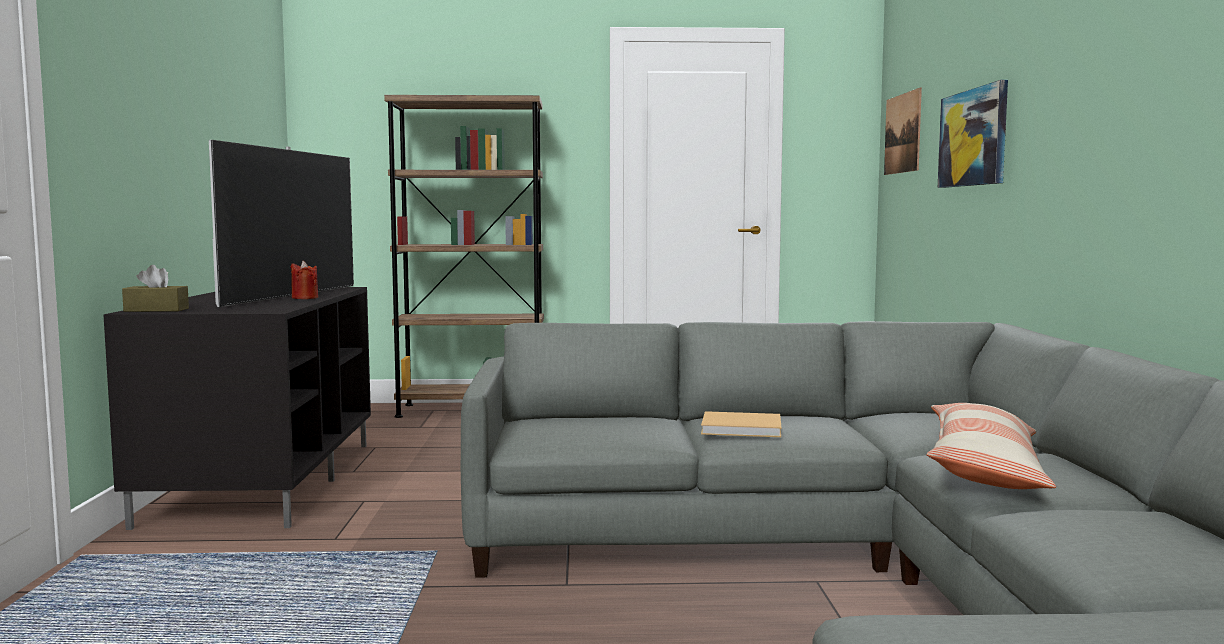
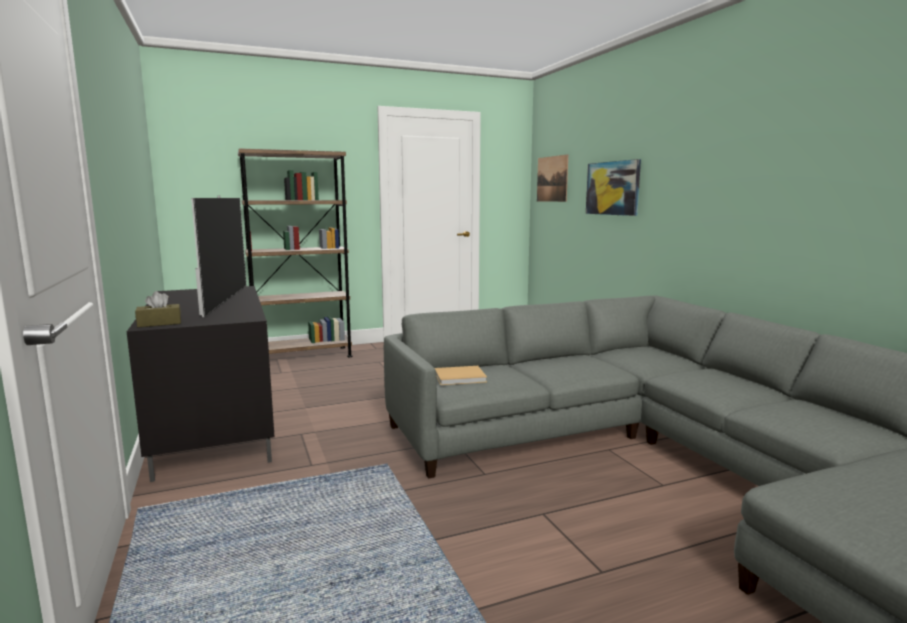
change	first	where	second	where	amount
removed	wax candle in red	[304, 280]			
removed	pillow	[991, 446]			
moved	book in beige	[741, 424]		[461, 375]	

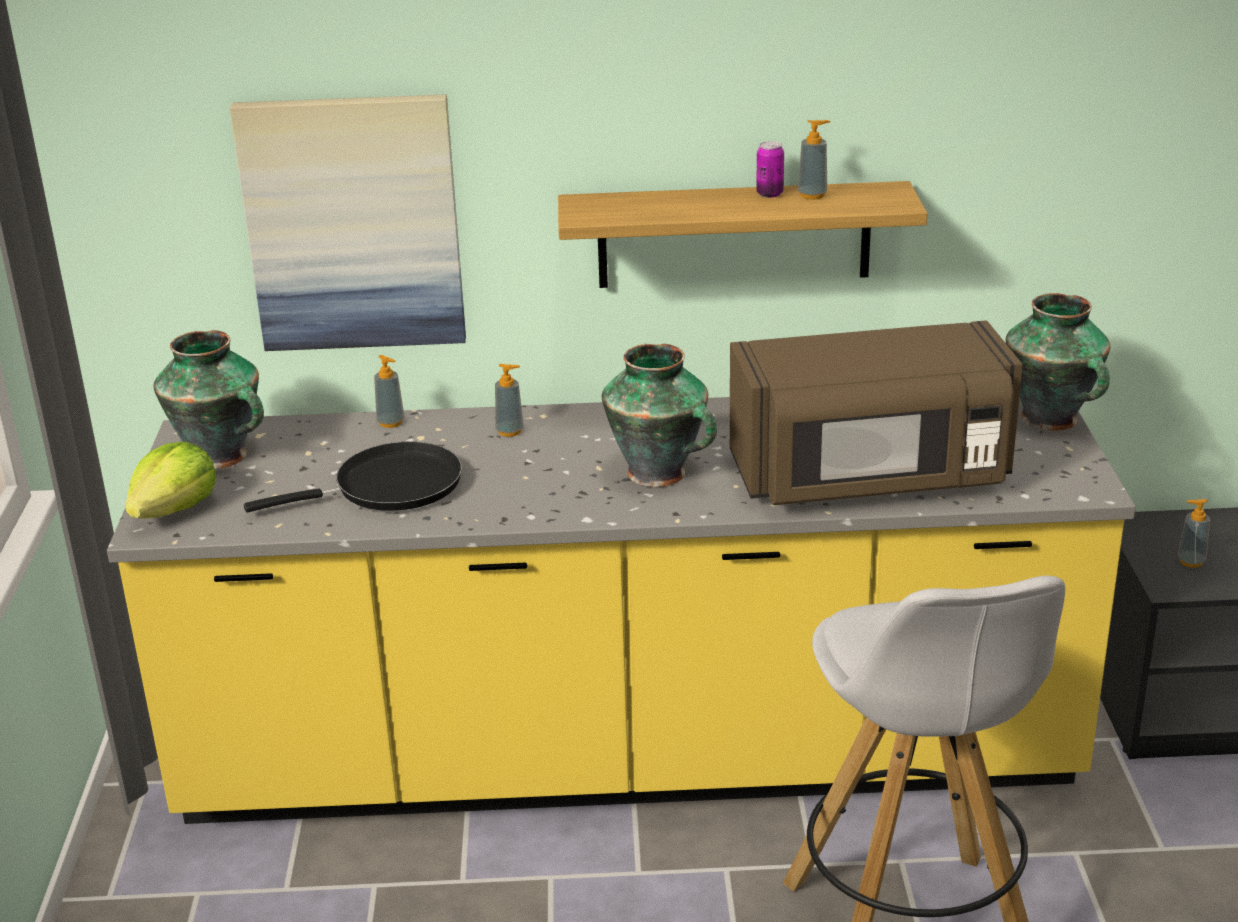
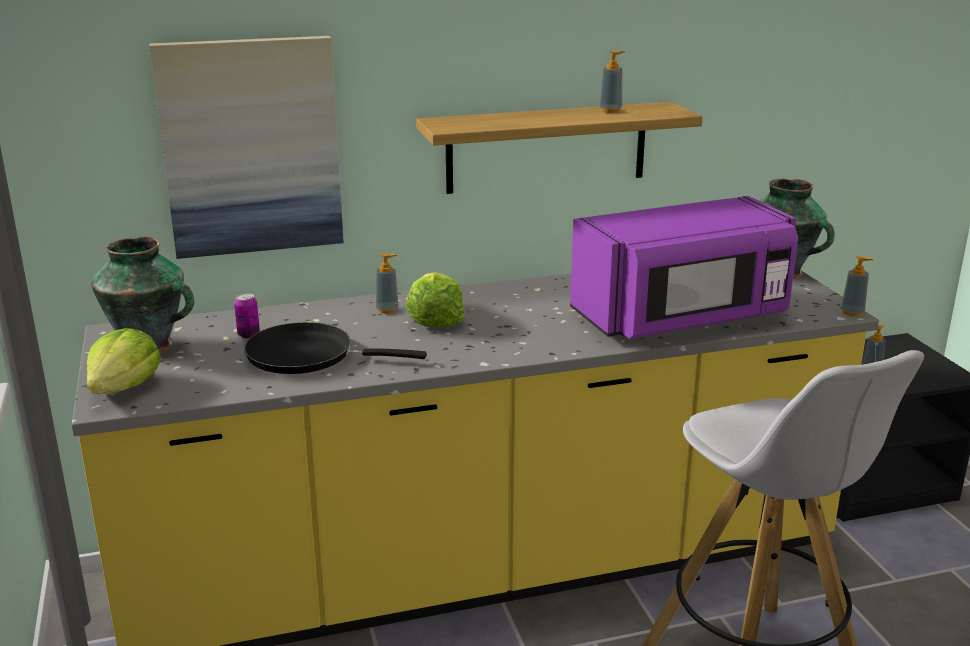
change	first	where	second	where	amount
removed	vase	[659, 415]			
added			lettuce head	[435, 300]	
moved	liquid soap bottle	[389, 391]		[857, 286]	
moved	sealed can	[770, 169]		[247, 316]	
recoloured	microwave in brownish	[876, 413]	microwave in purple	[684, 267]	
turned	skillet in black	[353, 477]		[335, 348]	135 degrees counterclockwise

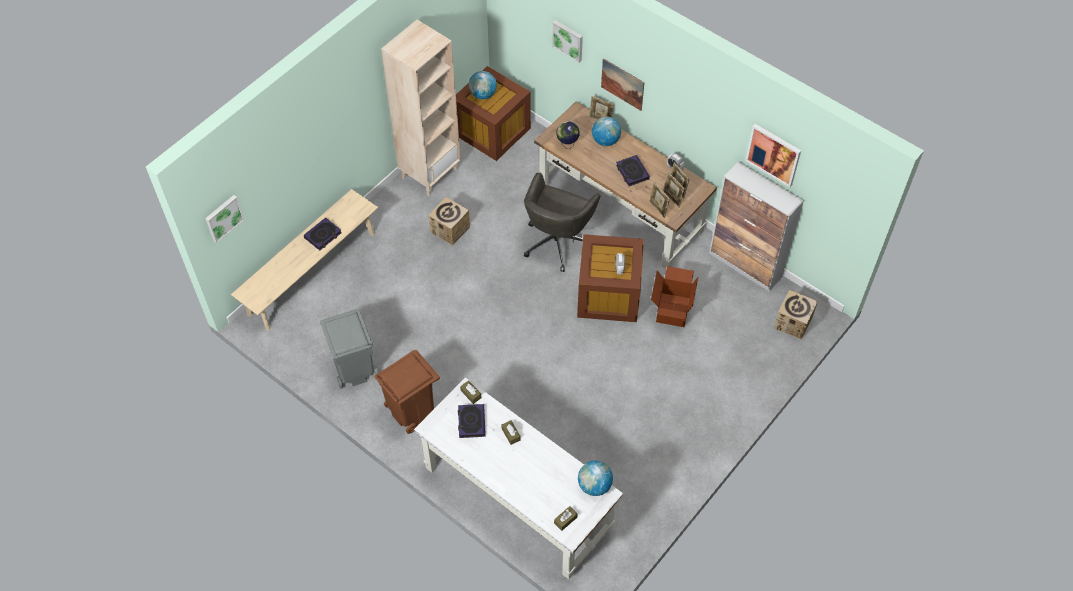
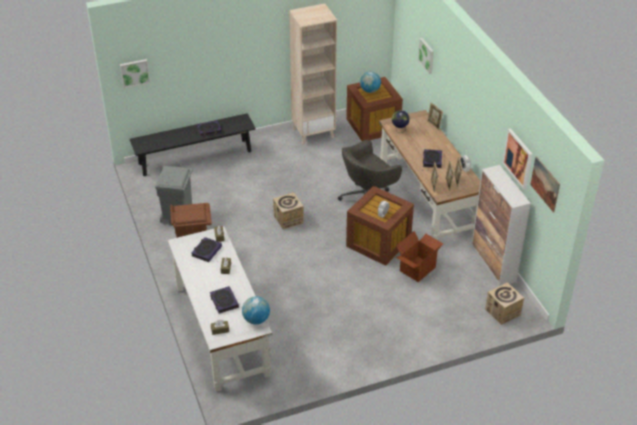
change	first	where	second	where	amount
removed	world globe	[606, 131]			
added			book	[224, 300]	
moved	carton	[449, 221]		[288, 211]	
moved	wall art	[623, 84]		[545, 185]	
recoloured	indoor bench in beige	[304, 260]	indoor bench in black	[192, 144]	

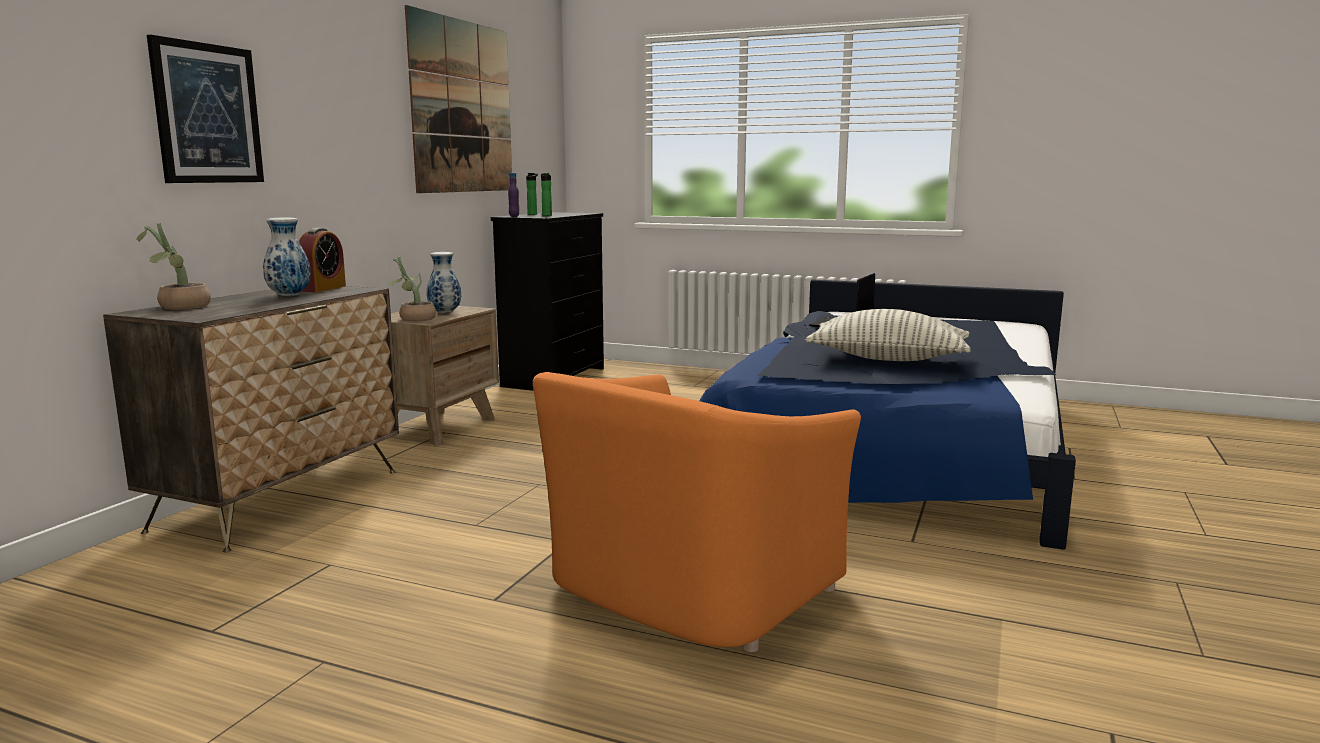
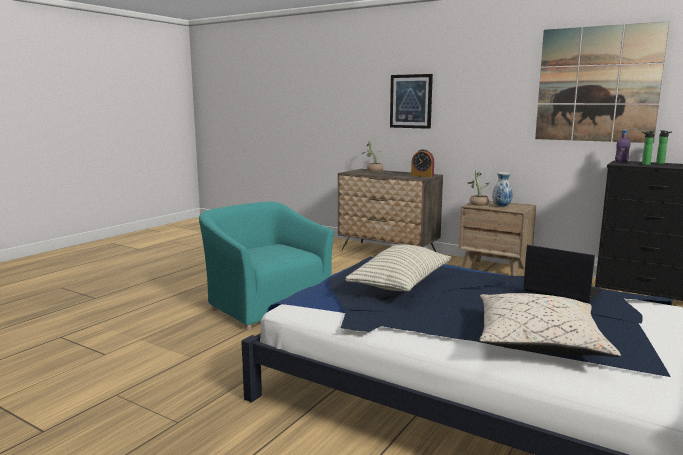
change	first	where	second	where	amount
removed	vase	[287, 256]			
added			pillow in beige	[550, 325]	
recoloured	easy chair in orangey	[697, 512]	easy chair in blue-green	[266, 265]	

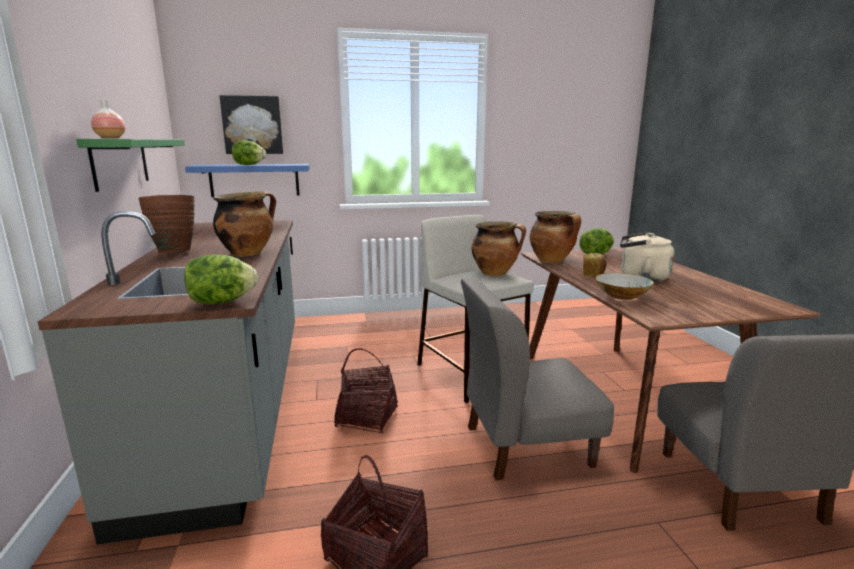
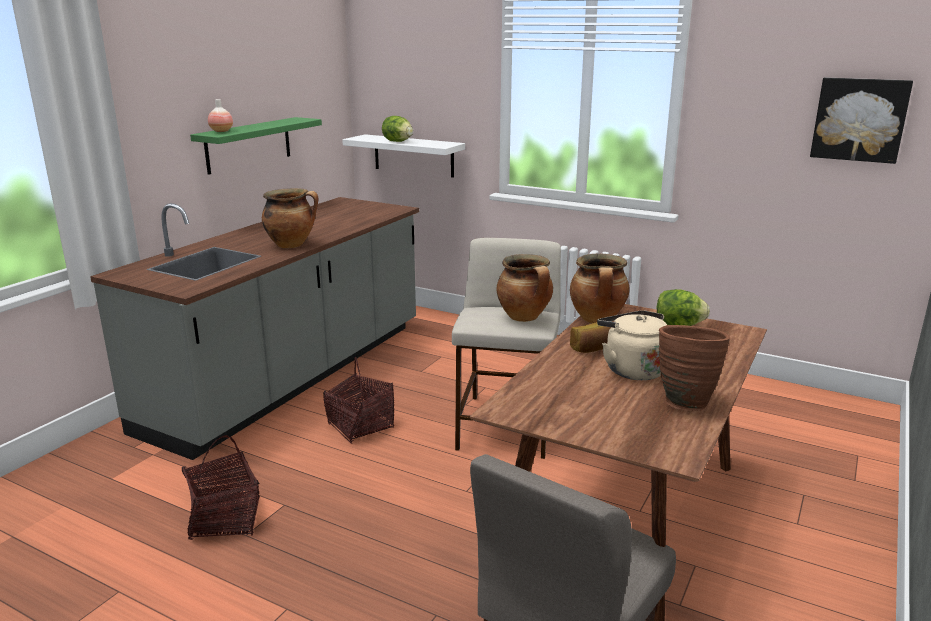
change	first	where	second	where	amount
removed	lettuce head	[221, 279]			
removed	plain chair in grey	[537, 379]			
removed	serving bowl	[624, 286]			
moved	vase in brownish	[166, 224]		[694, 368]	
moved	wall art	[251, 124]		[861, 120]	
recoloured	shelf in blue	[247, 180]	shelf in white-coloured	[403, 156]	

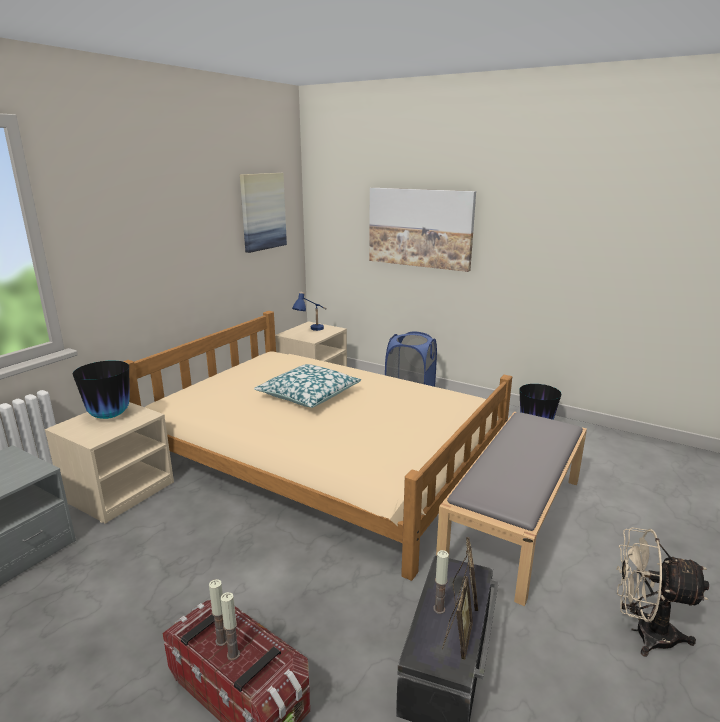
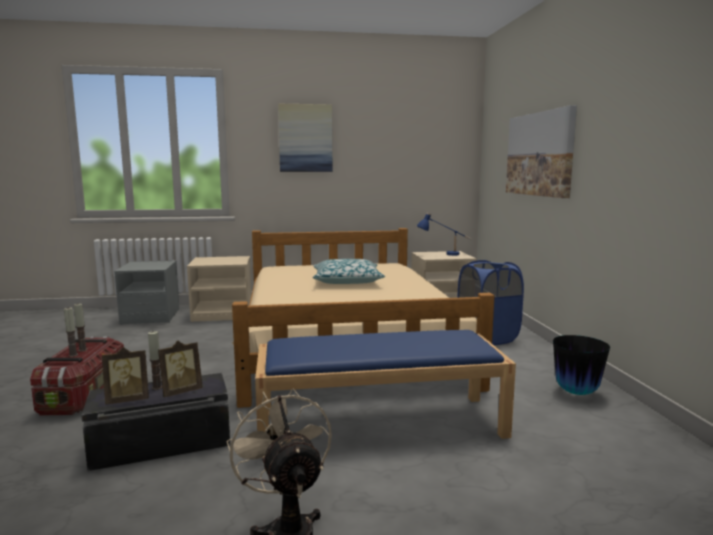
change	first	where	second	where	amount
removed	vase	[101, 390]			
moved	wall art	[263, 213]		[305, 138]	
recoloured	indoor bench in grey	[511, 509]	indoor bench in blue	[385, 394]	

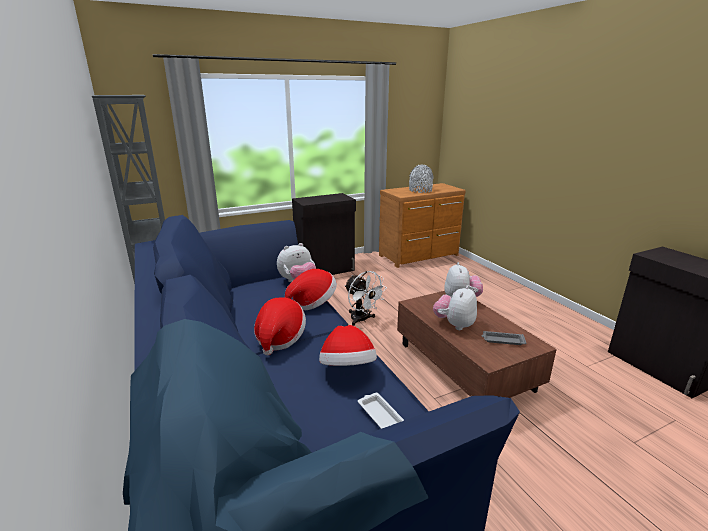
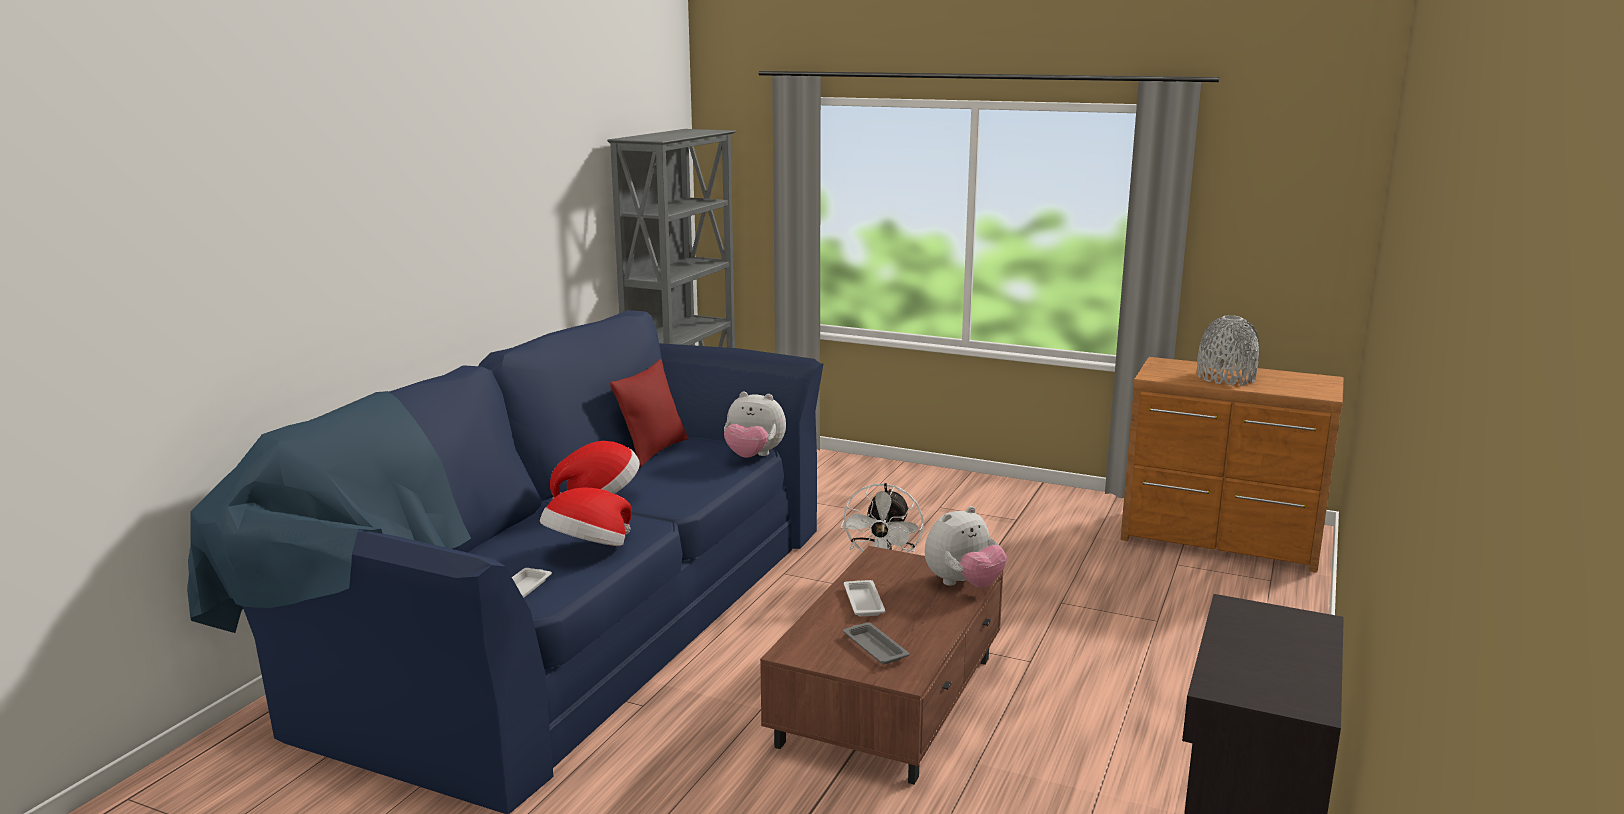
change	first	where	second	where	amount
removed	wearable hat	[311, 289]			
removed	cabinet in black	[324, 234]			
added			pillow in red	[649, 413]	
replaced	cuddly toy	[455, 307]	serving tray in white-coloured	[865, 598]	

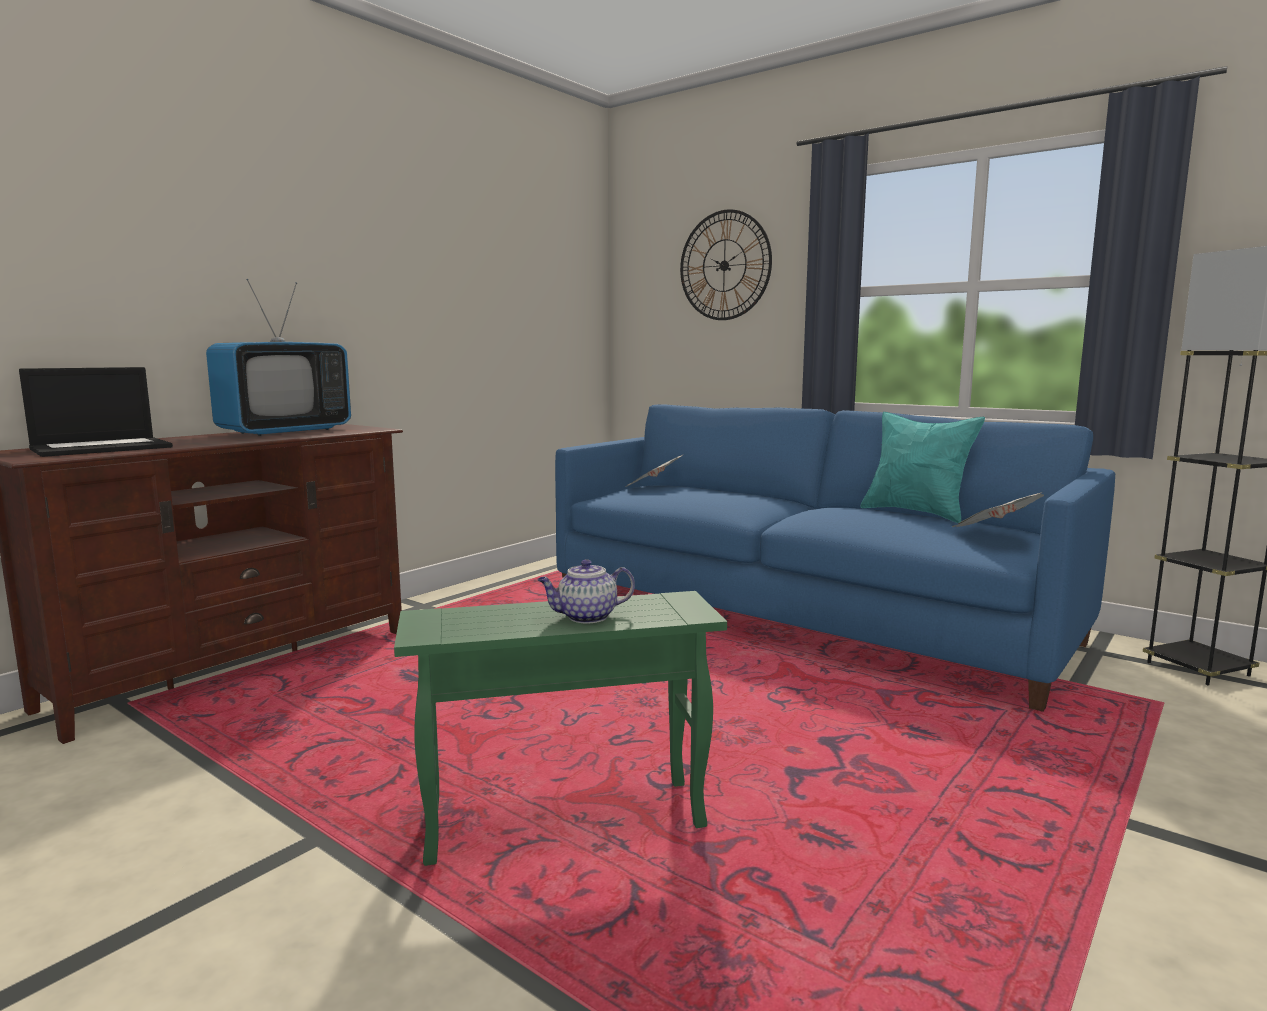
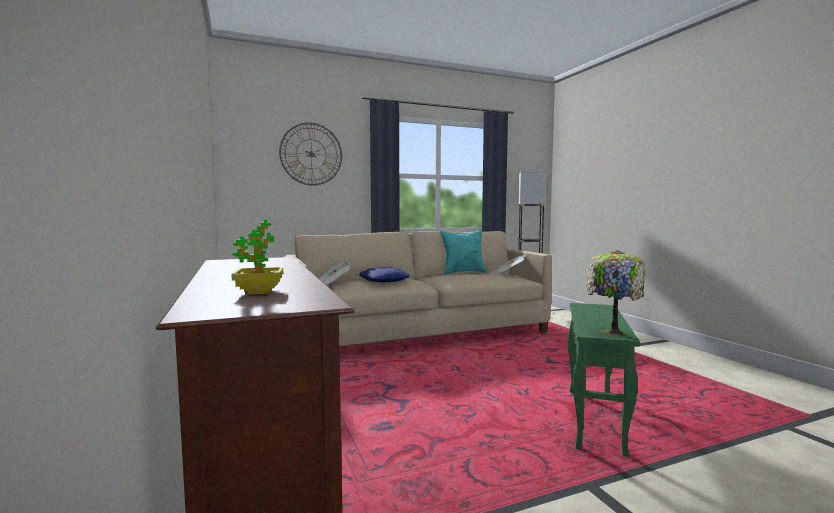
change	first	where	second	where	amount
removed	TV set	[278, 357]			
removed	pot for tea	[586, 591]			
added			pillow in blue	[384, 274]	
added			table lamp	[616, 293]	
replaced	laptop	[96, 412]	houseplant	[257, 257]	
recoloured	sofa in blue	[835, 558]	sofa in beige	[418, 288]	

